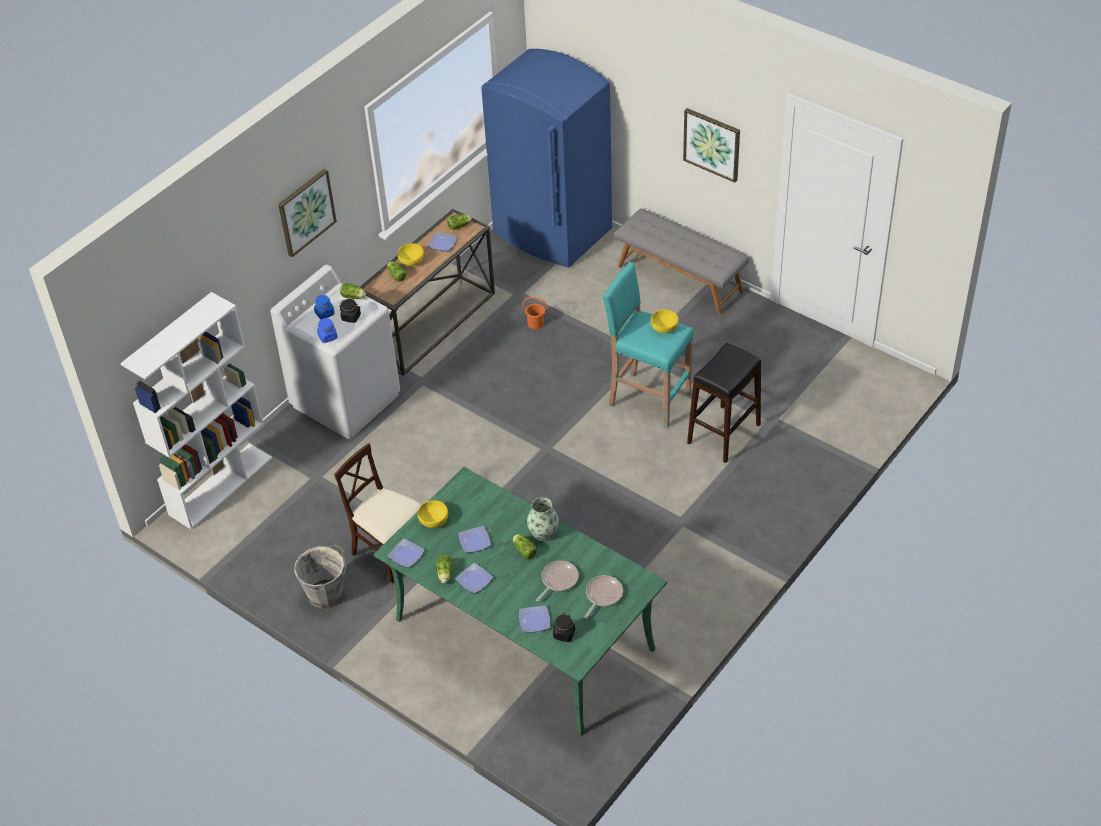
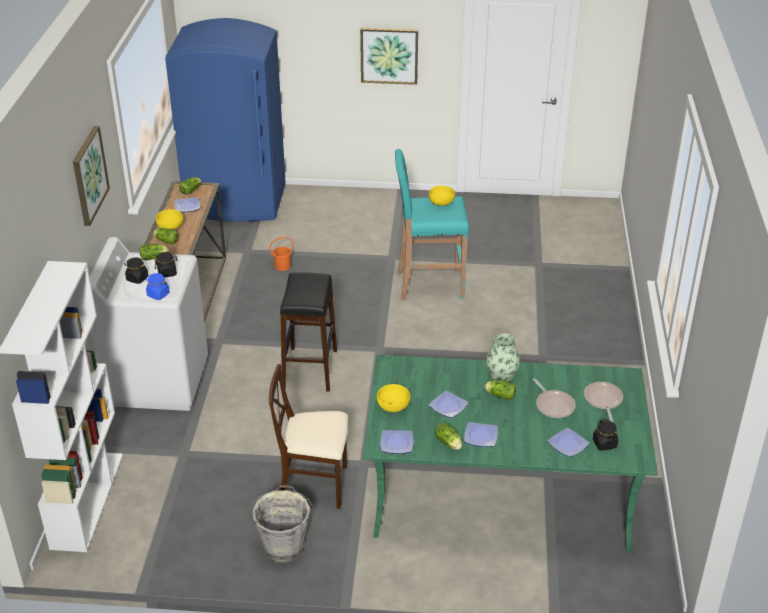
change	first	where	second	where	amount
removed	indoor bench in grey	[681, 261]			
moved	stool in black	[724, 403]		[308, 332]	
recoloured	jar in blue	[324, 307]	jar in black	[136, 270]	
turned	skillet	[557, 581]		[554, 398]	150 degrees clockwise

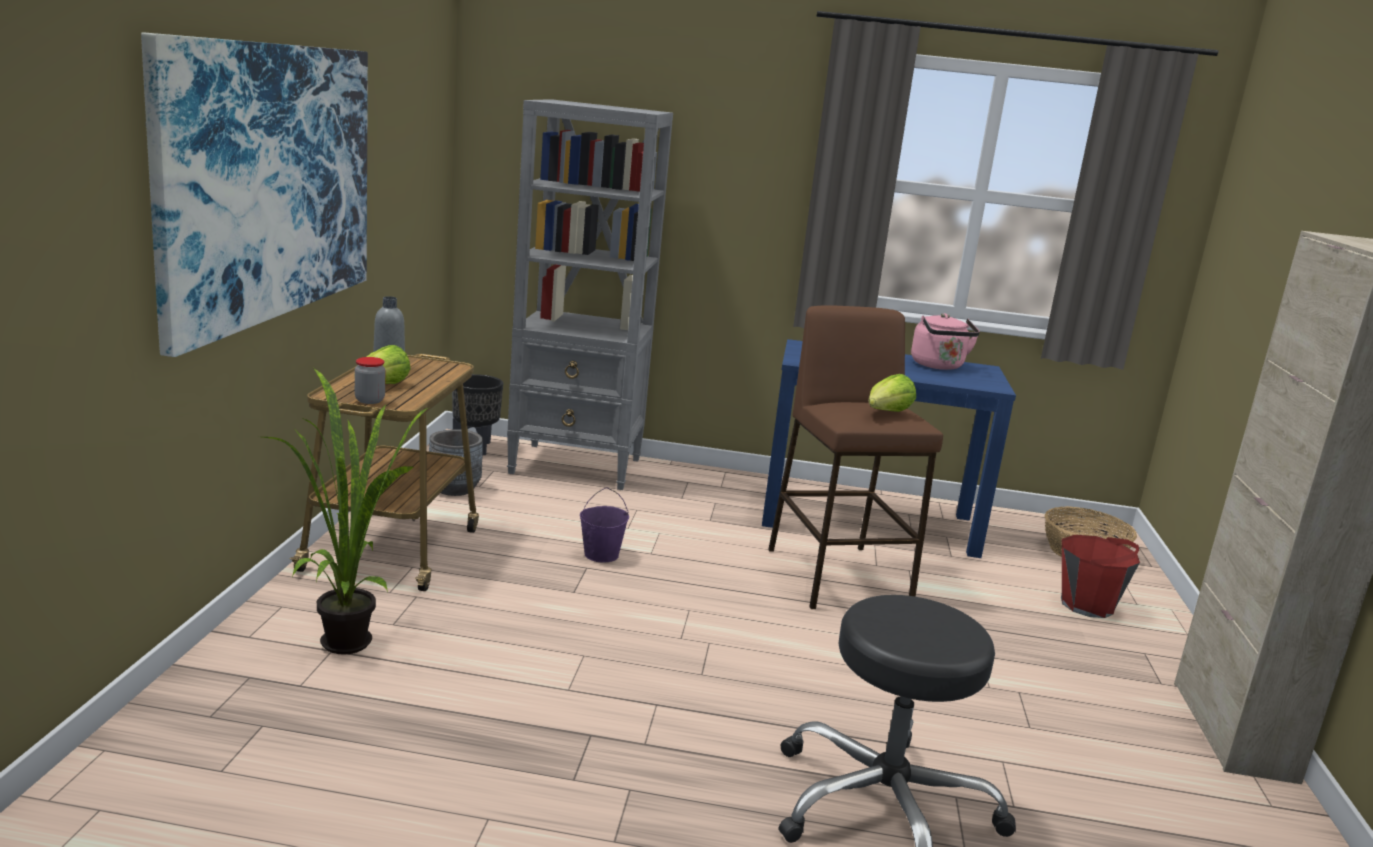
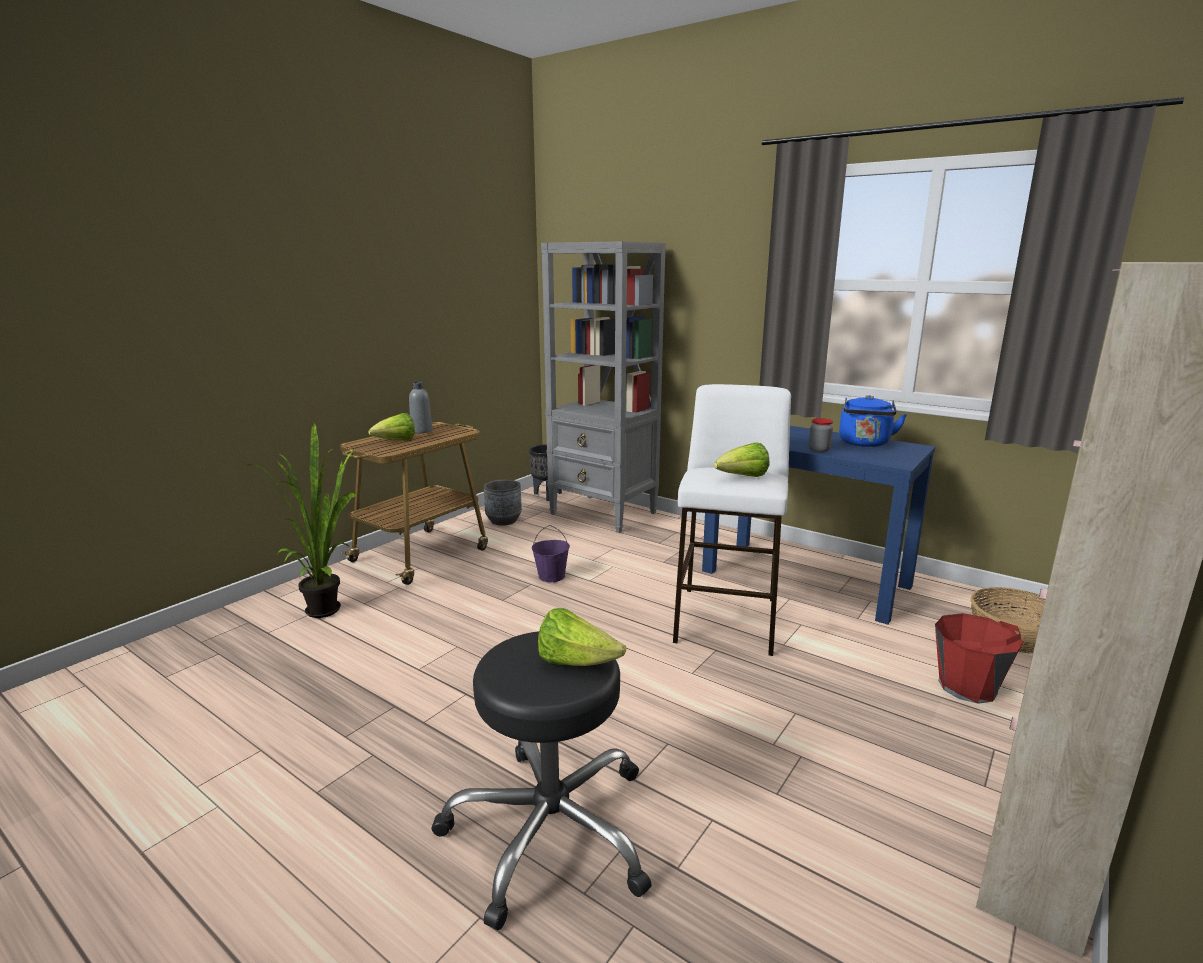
change	first	where	second	where	amount
removed	wall art	[254, 194]			
added			lettuce head	[582, 637]	
moved	jar	[370, 380]		[821, 435]	
recoloured	stool in brownish	[855, 457]	stool in white-coloured	[732, 520]	
recoloured	water kettle in pink-coloured	[945, 341]	water kettle in blue	[873, 421]	

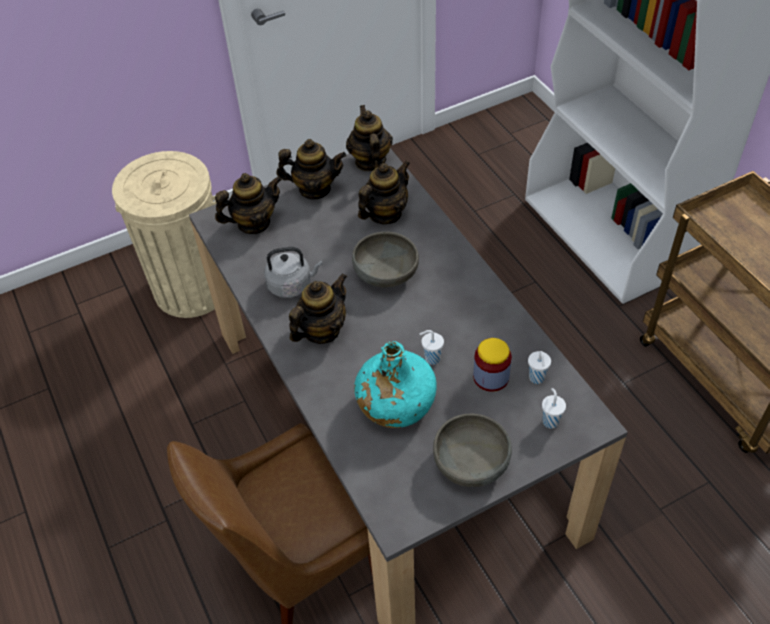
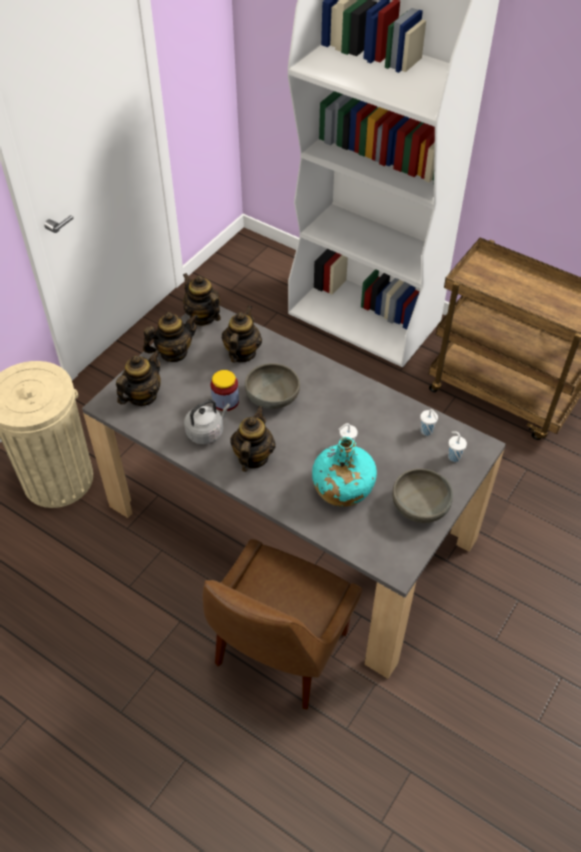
change	first	where	second	where	amount
moved	jar	[492, 365]		[224, 390]	

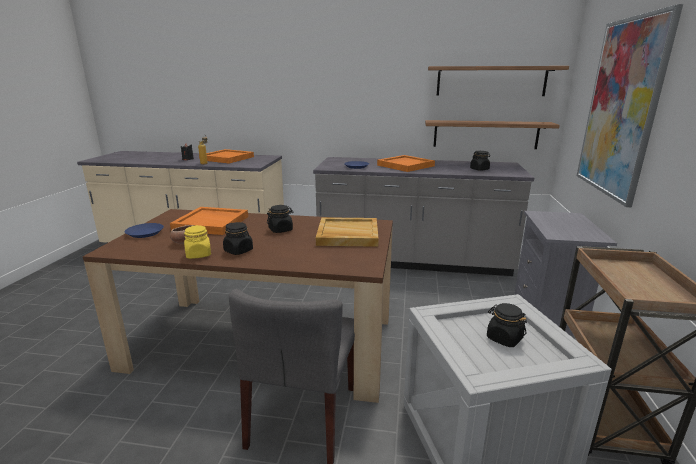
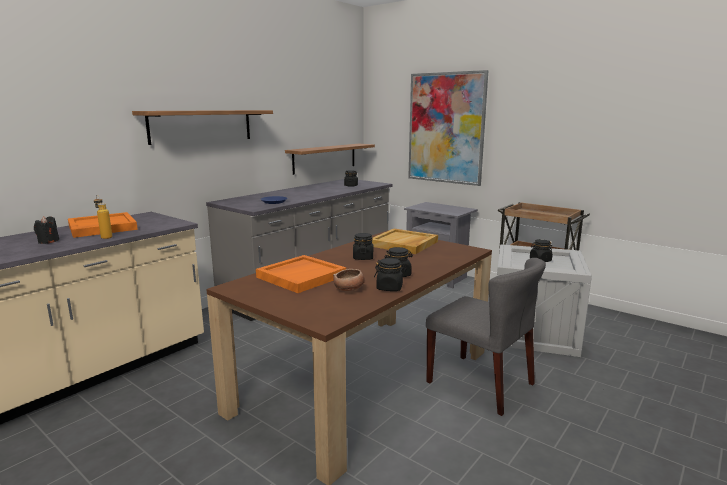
change	first	where	second	where	amount
removed	plate in blue	[144, 230]			
removed	serving tray in orangey	[406, 163]			
moved	shelf	[498, 81]		[202, 127]	
recoloured	jar in yellow-coloured	[197, 242]	jar in black	[390, 274]	

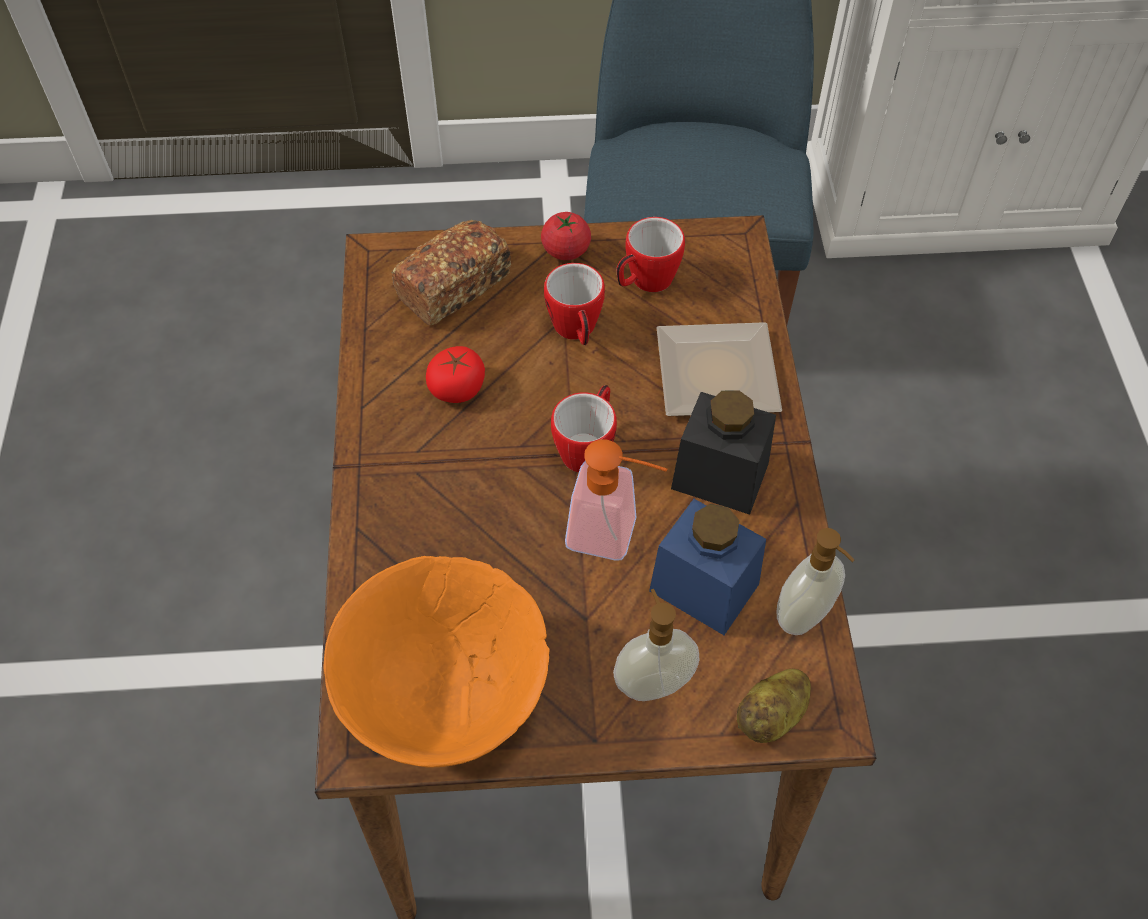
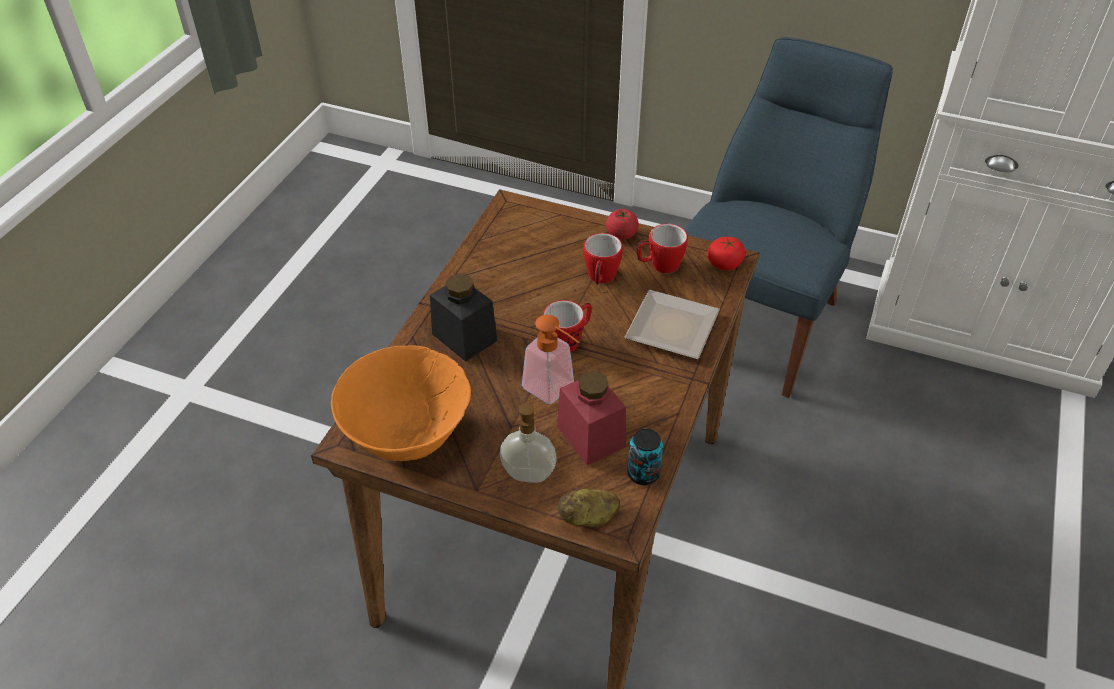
change	first	where	second	where	amount
removed	bread	[451, 272]			
moved	whole tomato	[455, 374]		[726, 253]	
moved	jar in black	[723, 452]		[463, 317]	
replaced	liquid soap bottle	[815, 581]	sealed can	[645, 457]	
recoloured	jar in blue	[707, 567]	jar in red	[591, 418]	

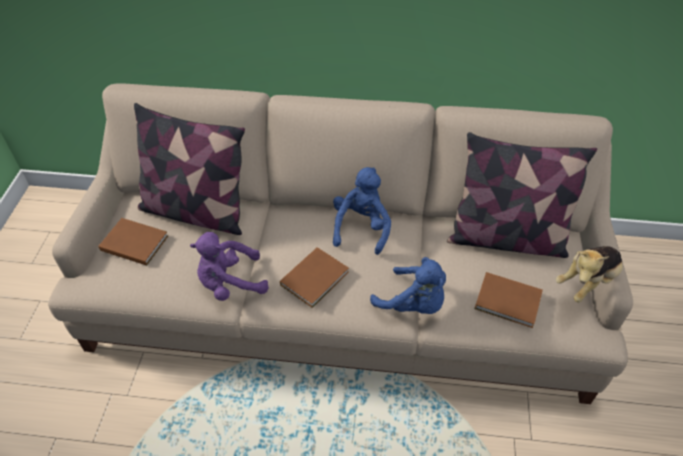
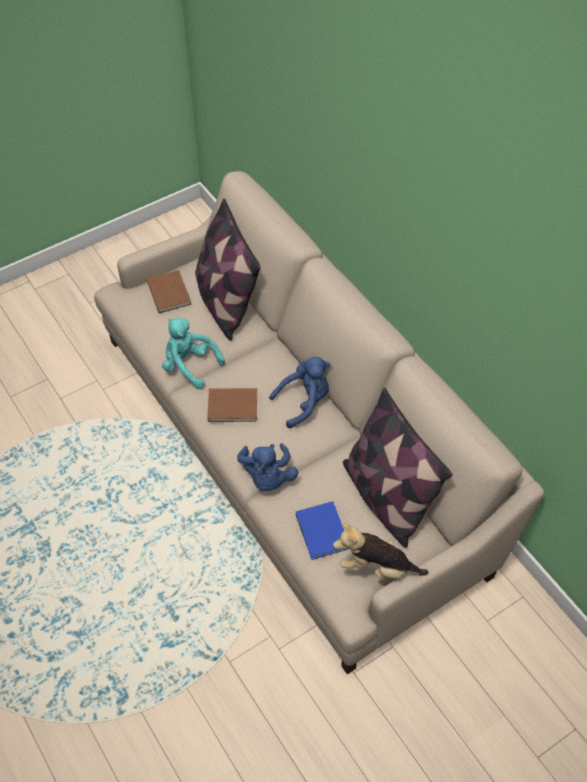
change	first	where	second	where	amount
recoloured	cuddly toy in purple	[229, 266]	cuddly toy in blue-green	[193, 354]	
recoloured	book in brownish	[508, 300]	book in blue	[321, 530]	

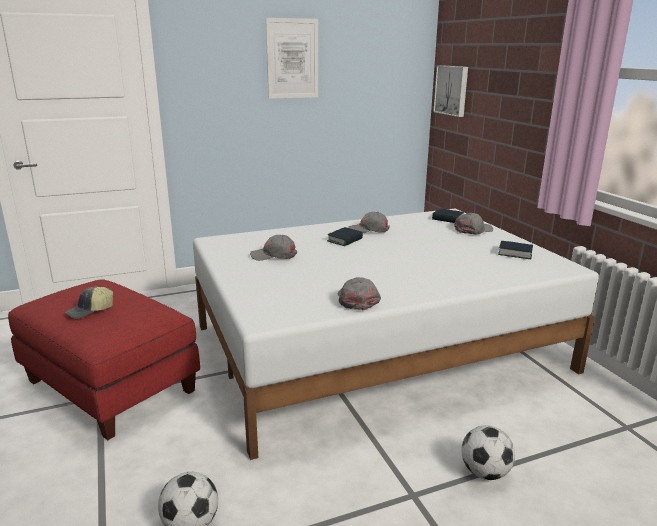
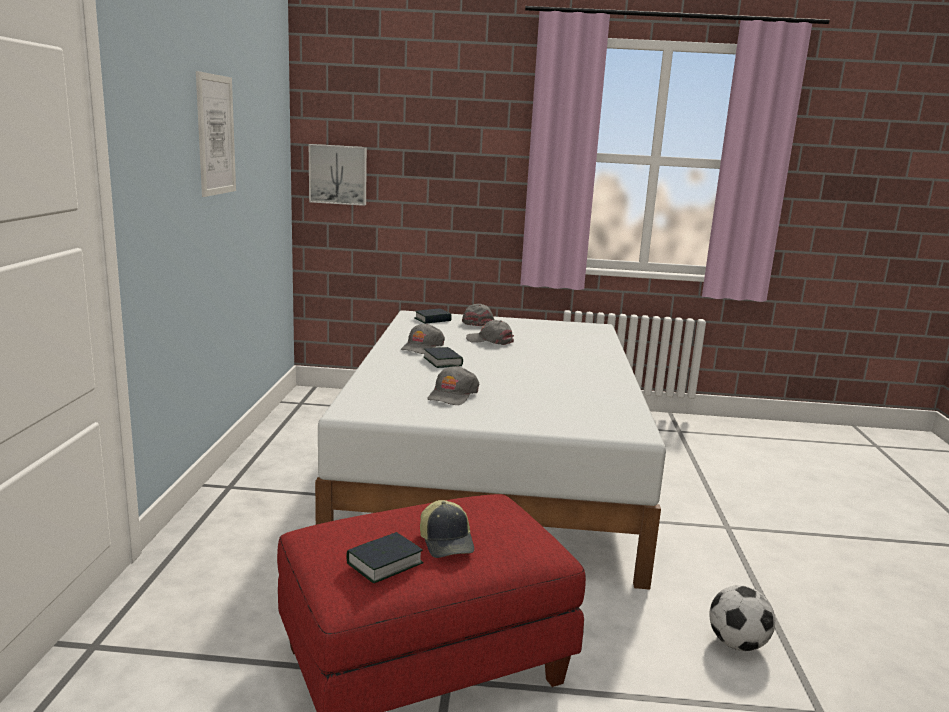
change	first	where	second	where	amount
removed	football	[488, 452]			
moved	baseball cap in grey	[359, 293]		[490, 332]	
moved	book	[515, 250]		[385, 557]	

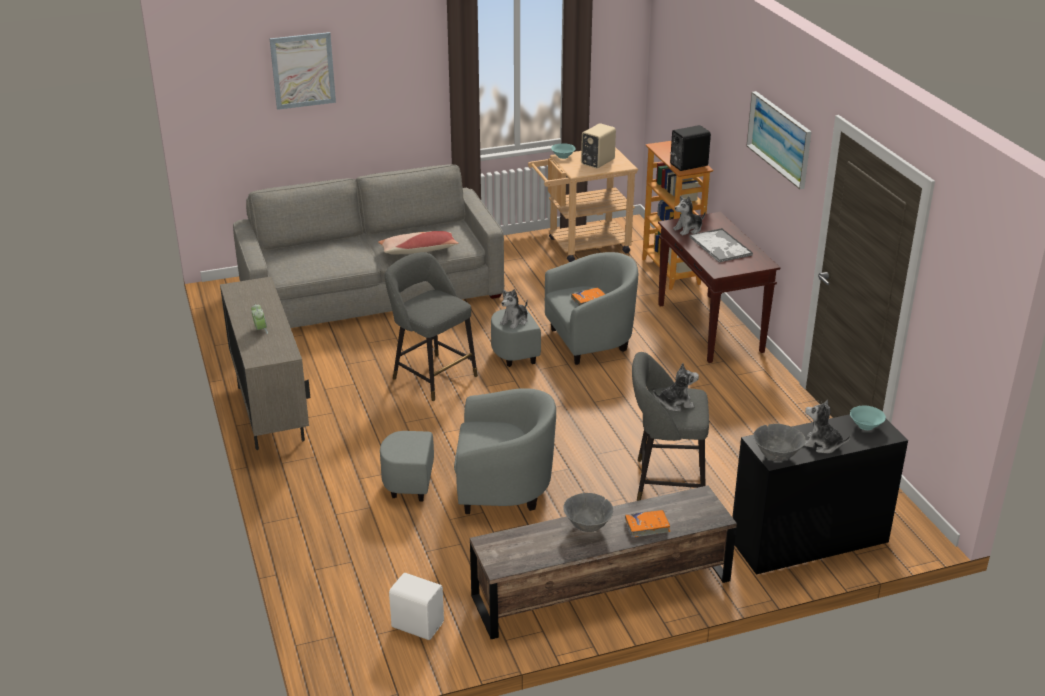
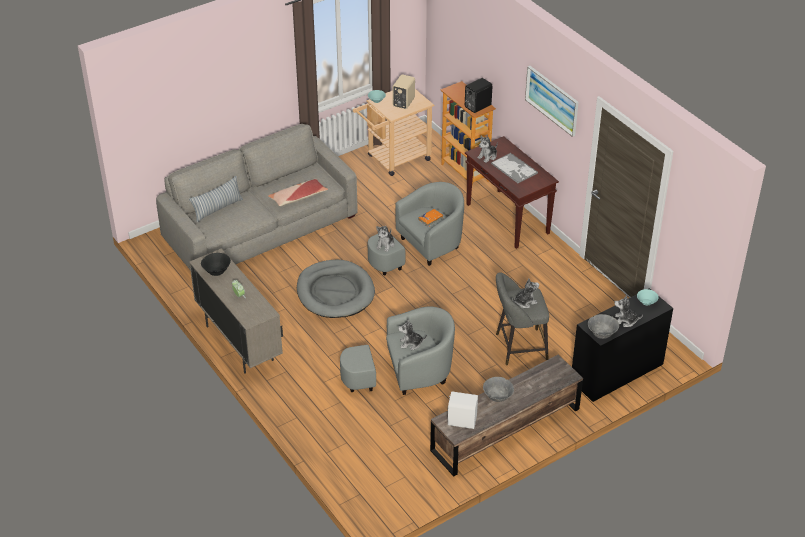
change	first	where	second	where	amount
removed	wall art	[303, 71]			
removed	book in orangey	[648, 523]			
added			pillow	[216, 199]	
added			serving bowl in black	[216, 264]	
added			cuddly toy	[412, 334]	
moved	loudspeaker in white-coloured	[416, 606]		[462, 410]	
replaced	stool in grey	[431, 326]	dog cushion in grey	[336, 289]	

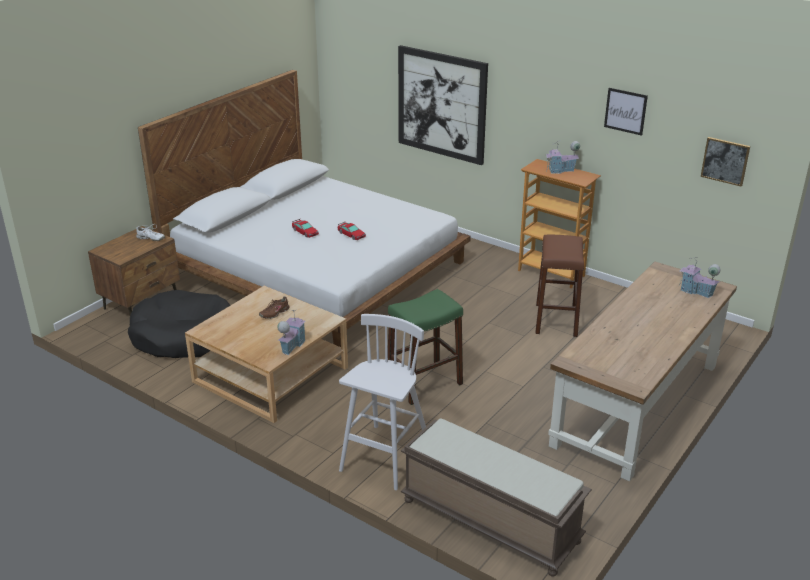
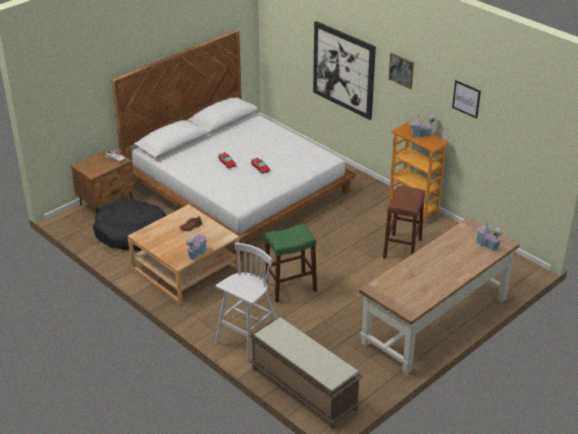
change	first	where	second	where	amount
moved	wall art	[725, 162]		[401, 71]	

